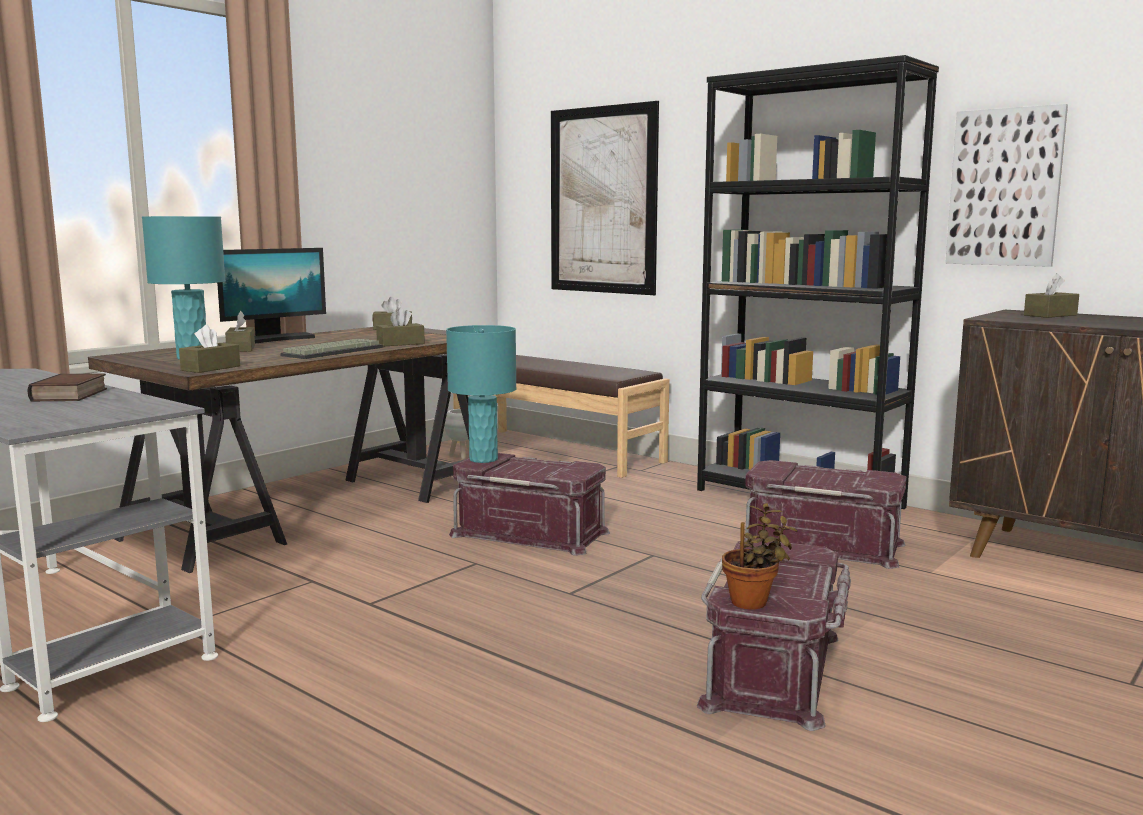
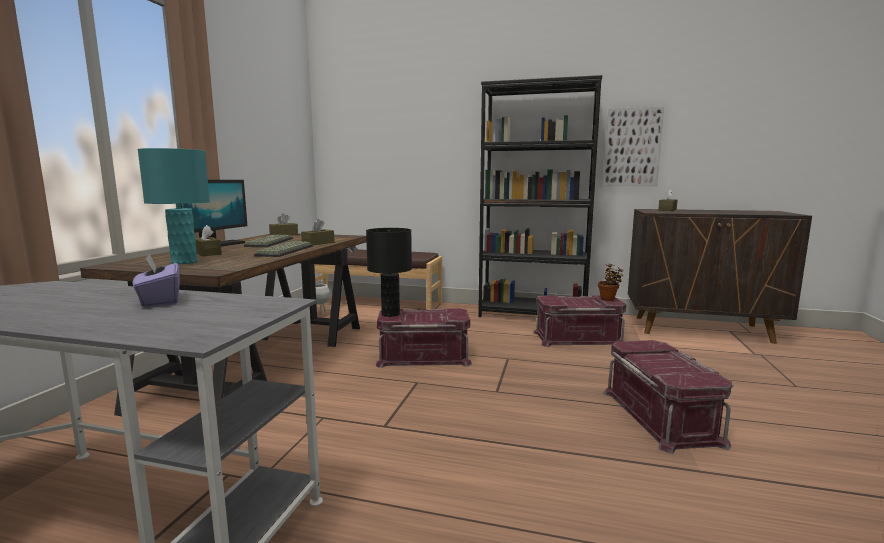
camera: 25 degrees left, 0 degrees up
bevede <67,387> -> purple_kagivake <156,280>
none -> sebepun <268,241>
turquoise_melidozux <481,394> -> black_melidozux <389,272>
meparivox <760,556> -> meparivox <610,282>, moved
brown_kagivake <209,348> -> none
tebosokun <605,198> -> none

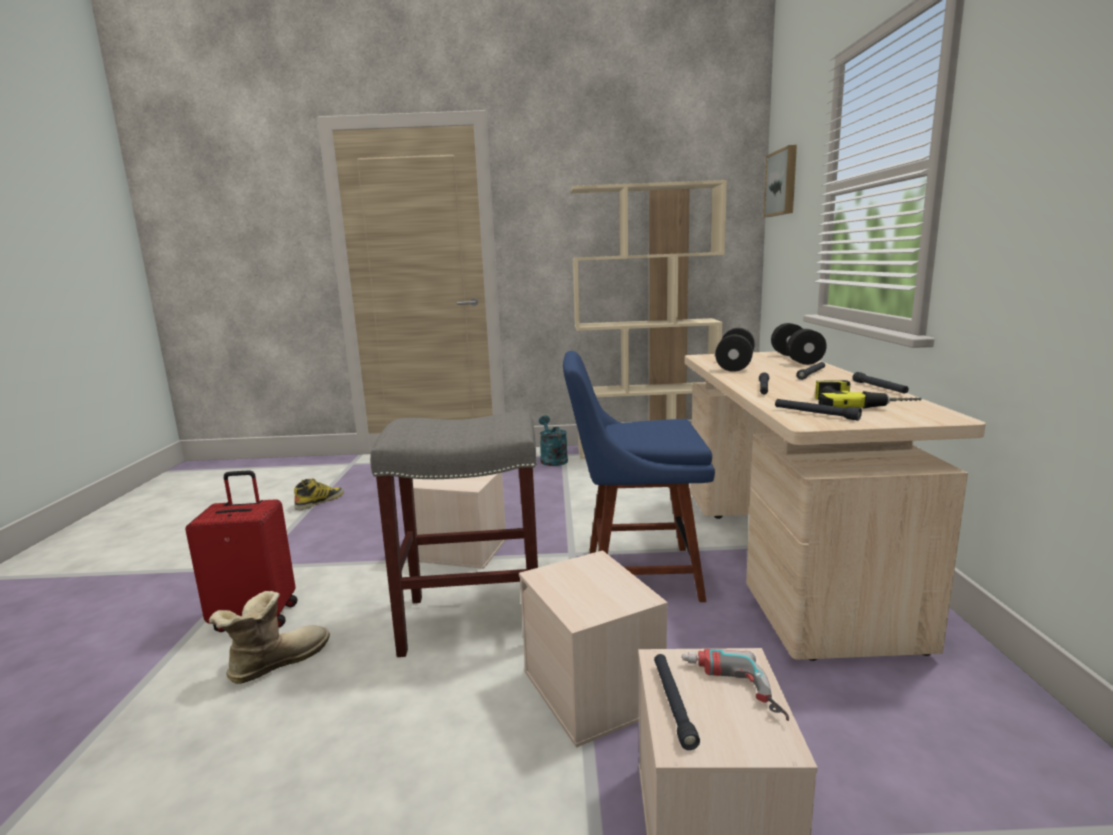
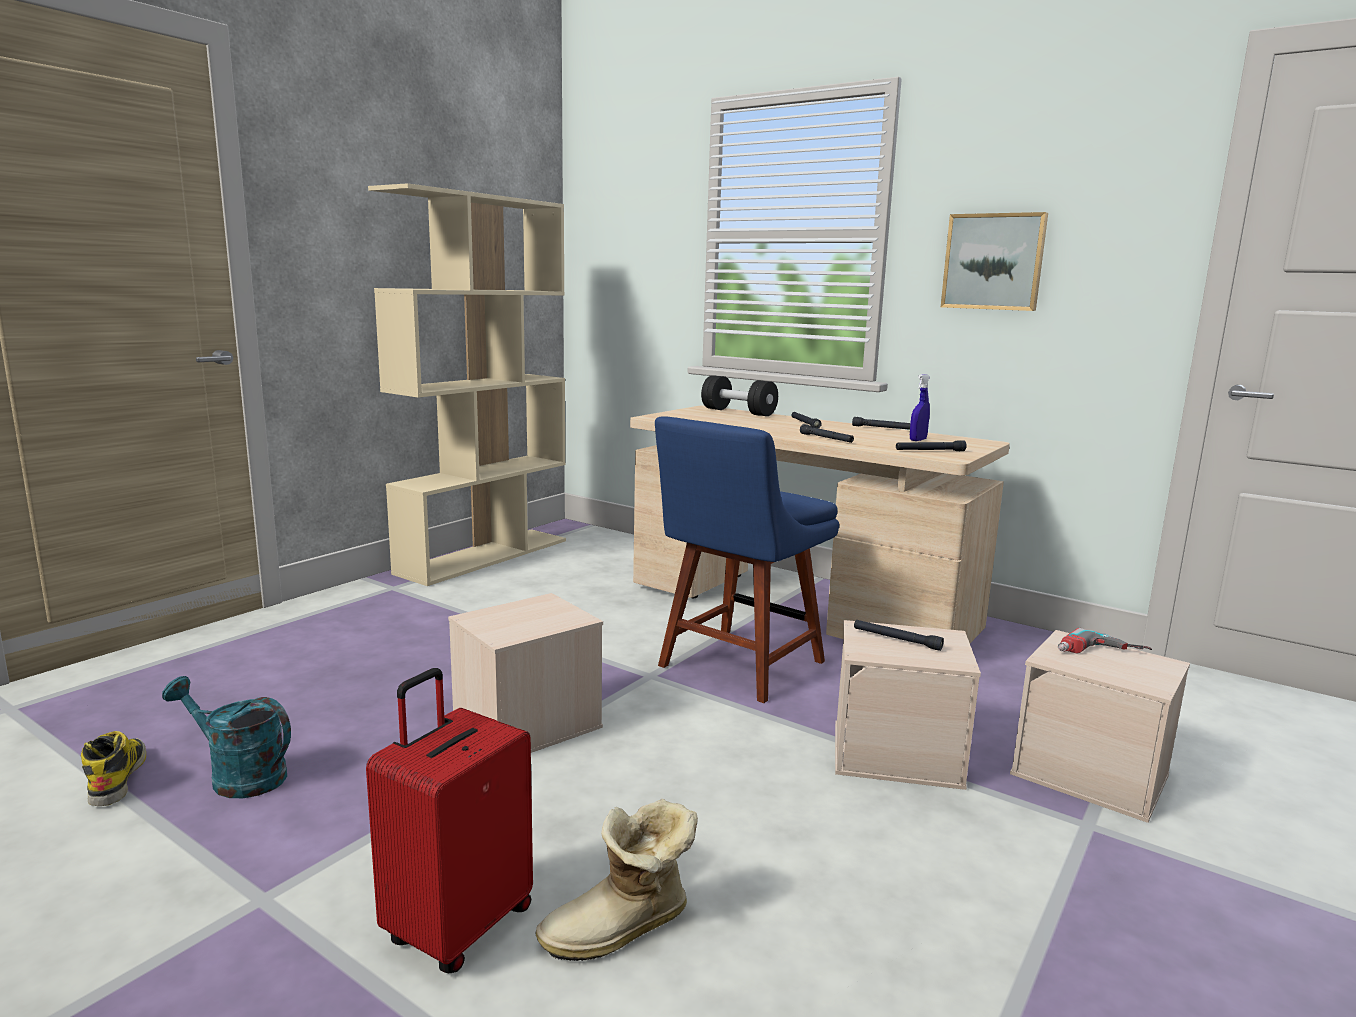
camera: 55 degrees left, 0 degrees up
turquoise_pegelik <553,440> -> turquoise_pegelik <226,737>, moved
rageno <269,637> -> rageno <617,880>, 105 degrees counterclockwise
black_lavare <677,702> -> black_lavare <899,635>, moved
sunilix <868,394> -> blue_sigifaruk <920,407>
tebosokun <780,181> -> tebosokun <994,261>, moved
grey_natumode <454,534> -> none
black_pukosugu <735,350> -> none

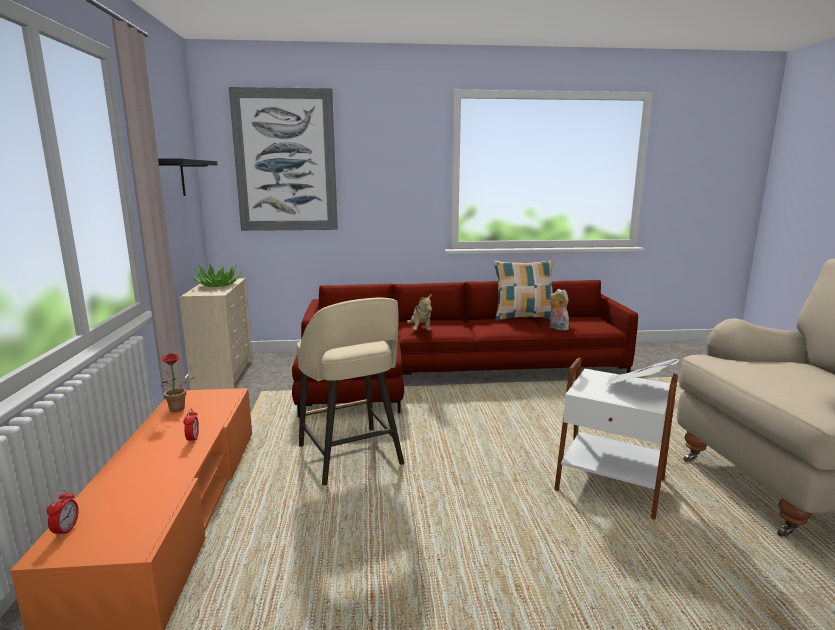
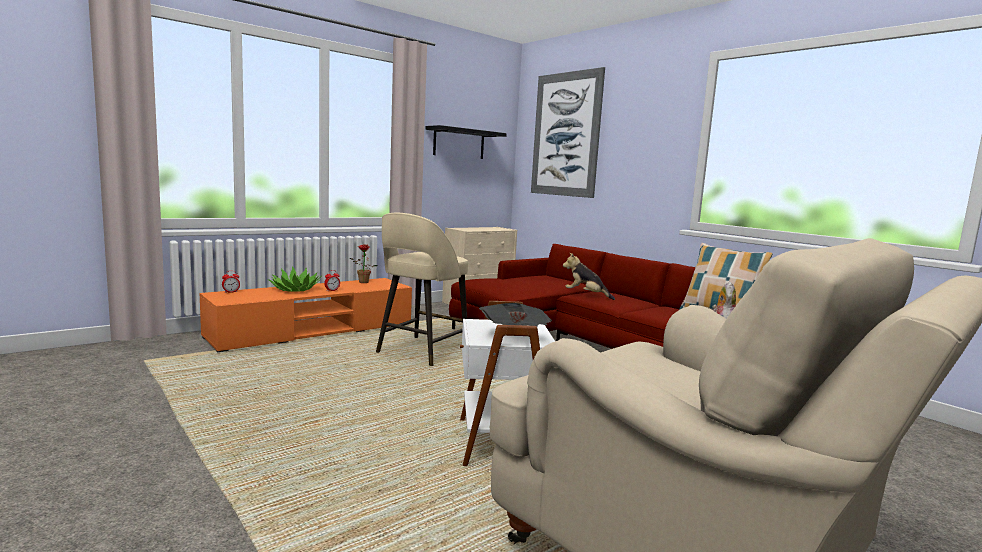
camera: 55 degrees right, 5 degrees down
meparivox <217,275> -> meparivox <295,279>, moved
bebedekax <419,312> -> bebedekax <589,276>, 75 degrees clockwise

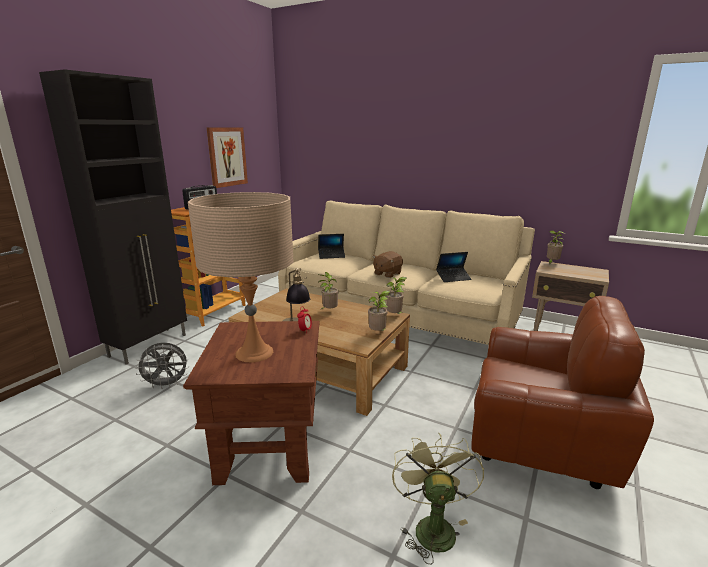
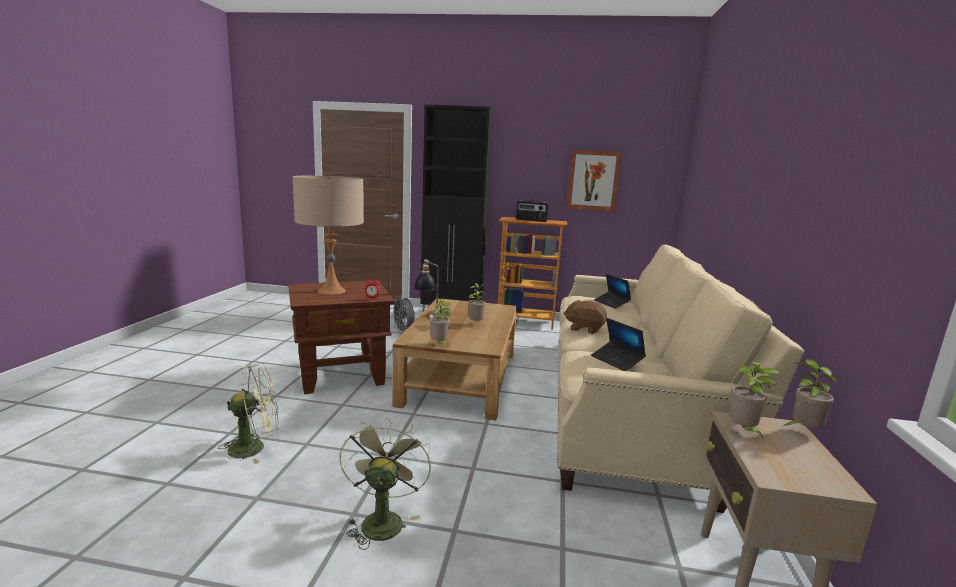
camera: 70 degrees right, 5 degrees down
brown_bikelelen <562,392> -> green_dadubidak <385,483>
meparivox <396,295> -> meparivox <754,399>, moved

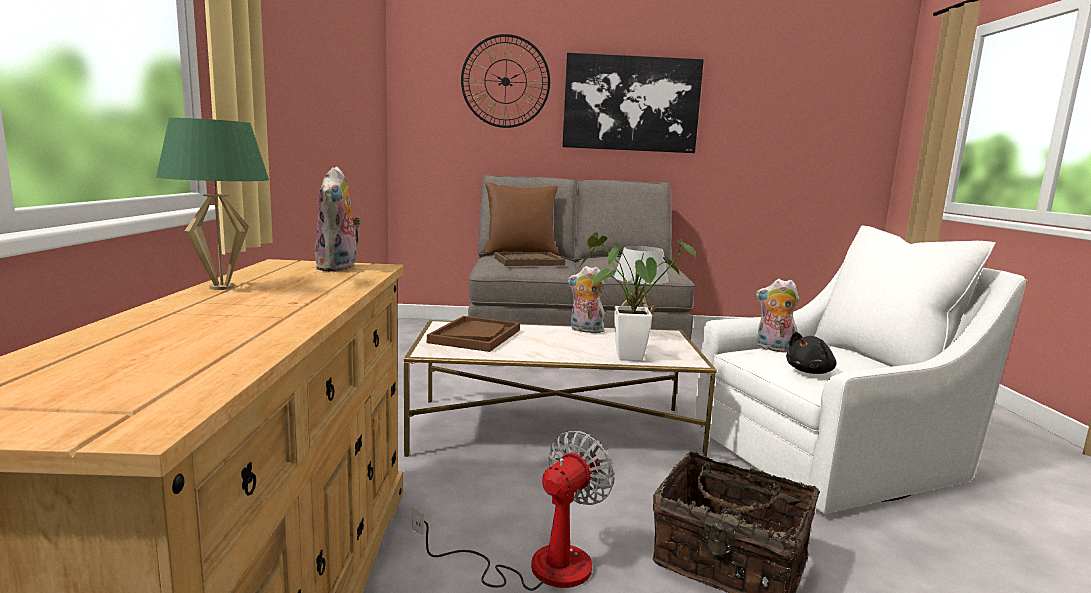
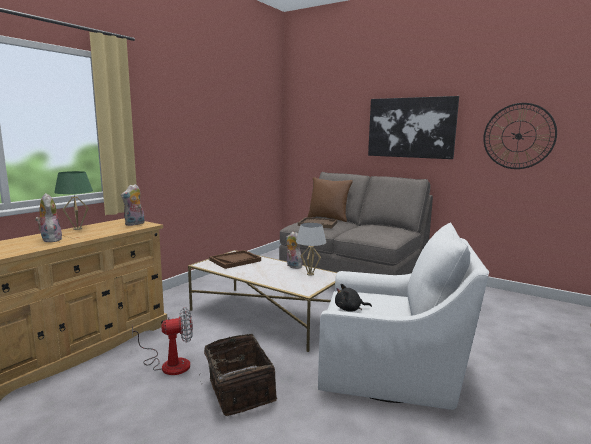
camera: 35 degrees right, 0 degrees up
bebedekax <777,316> -> bebedekax <49,217>, moved
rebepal <505,81> -> rebepal <520,136>, moved
meparivox <639,296> -> none

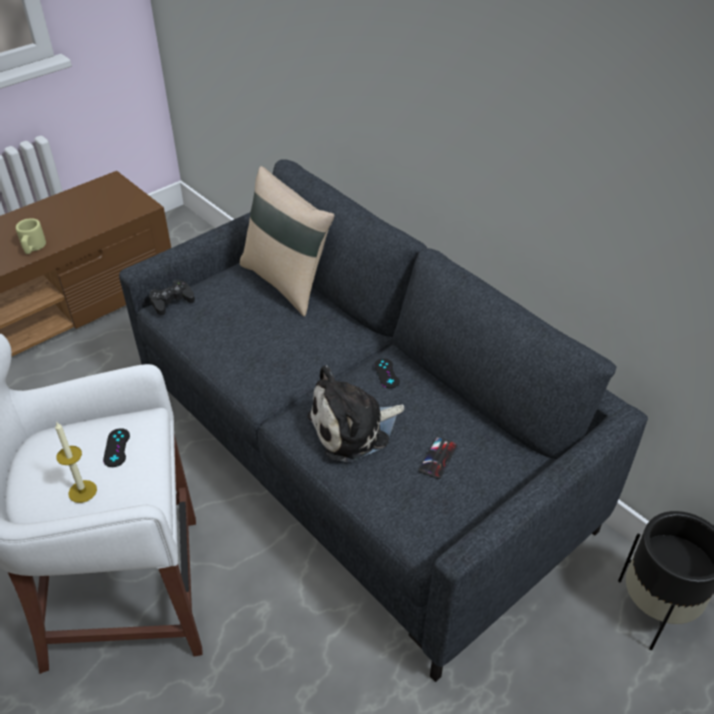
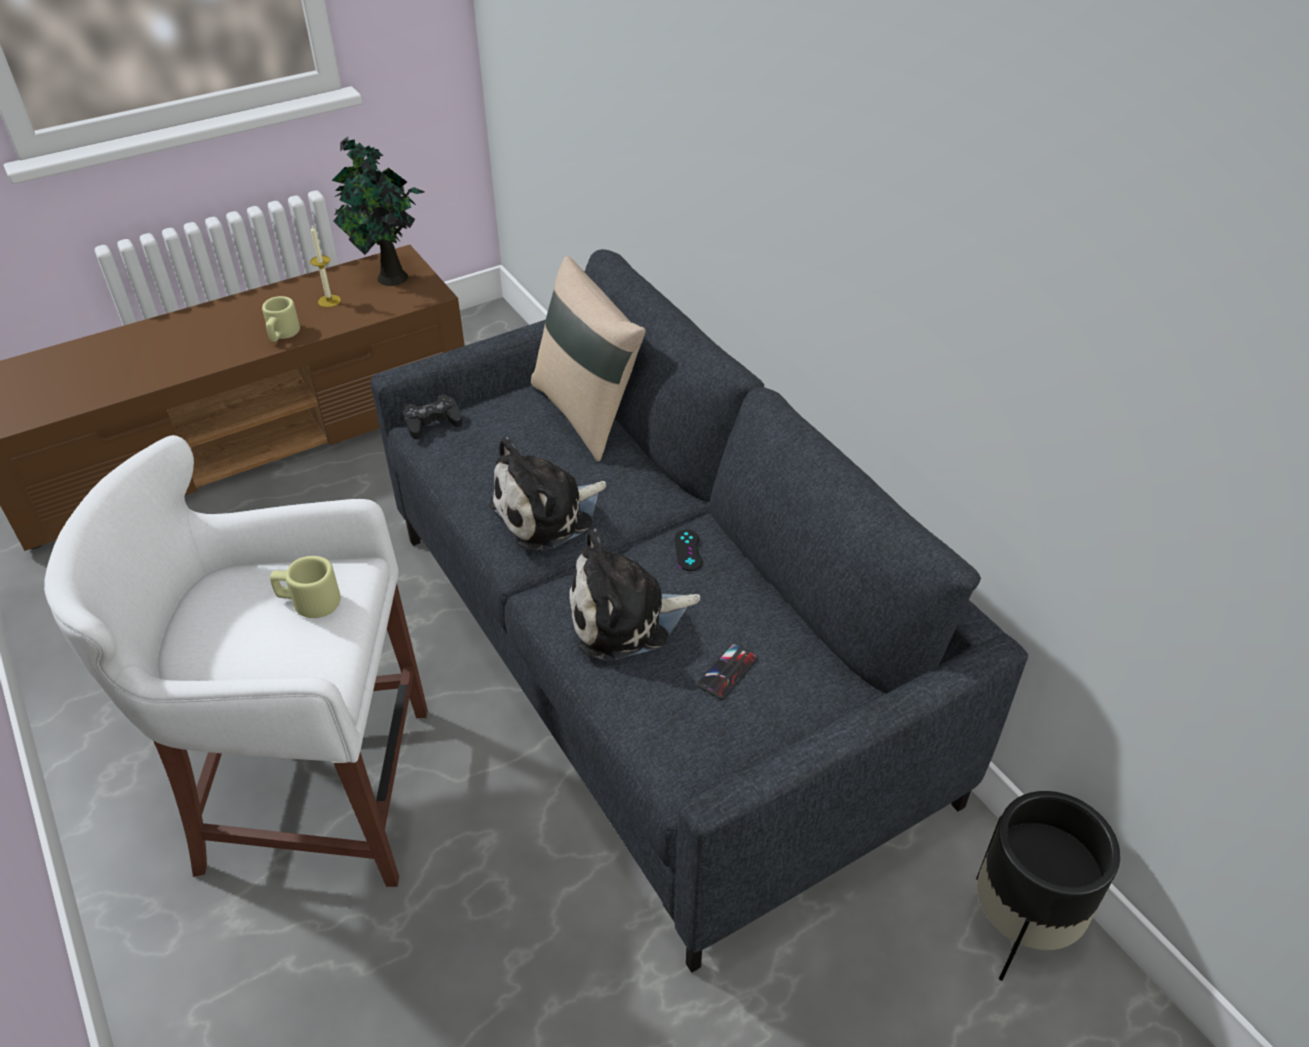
camera: 10 degrees right, 0 degrees up
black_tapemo <116,447> -> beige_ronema <305,587>
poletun <76,462> -> poletun <325,266>, moved
none -> meparivox <378,211>
none -> bebedekax <547,494>

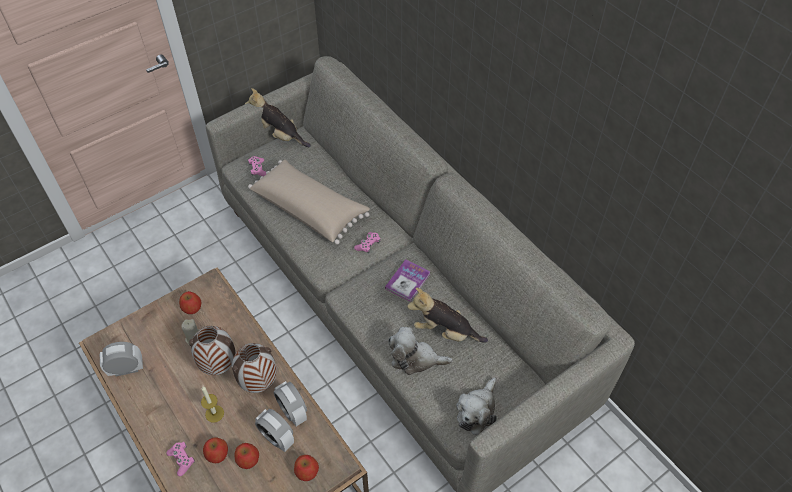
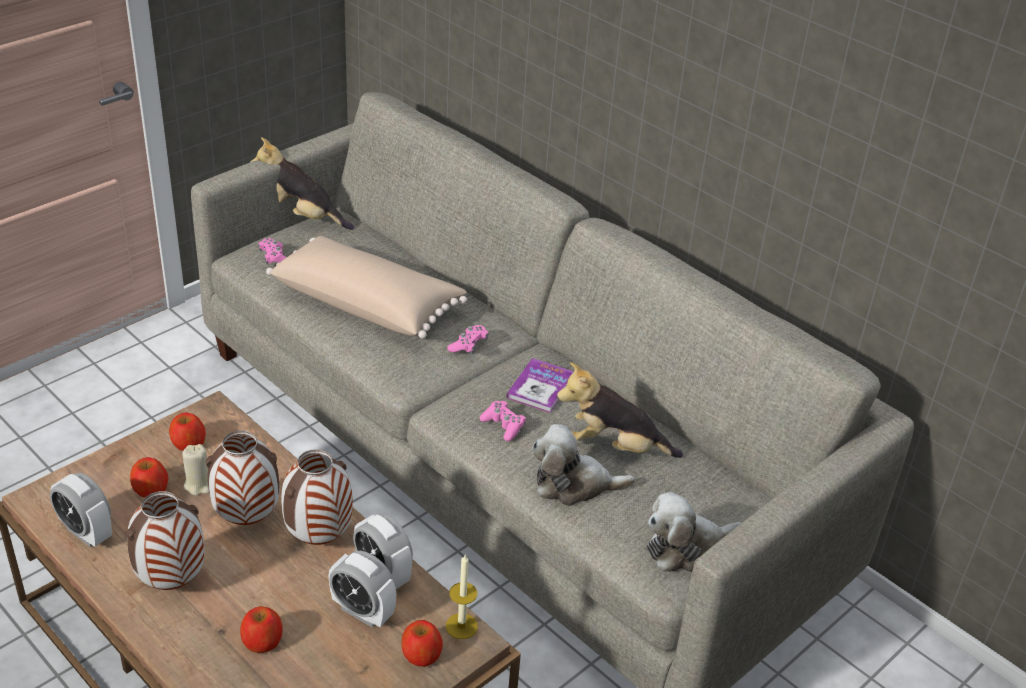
camera: 10 degrees left, 15 degrees down
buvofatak <121,359> -> buvofatak <81,510>, 120 degrees counterclockwise
none -> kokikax <165,540>
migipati <247,456> -> migipati <149,477>, moved
poletun <212,404> -> poletun <462,597>, moved
pink_tapemo <180,459> -> pink_tapemo <503,421>, moved
bebedekax <476,406> -> bebedekax <693,532>, 45 degrees clockwise

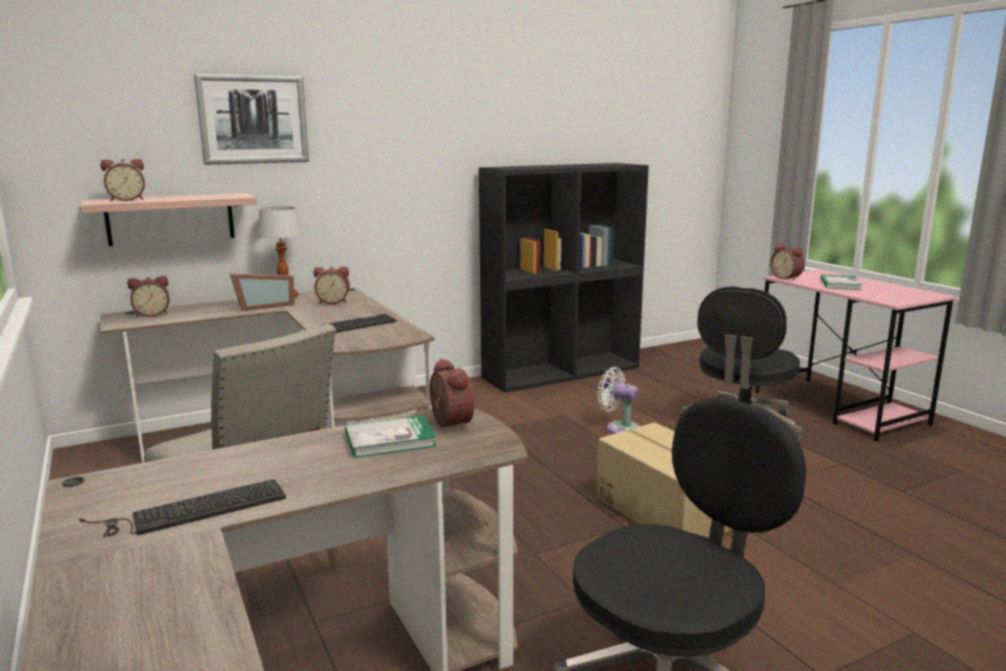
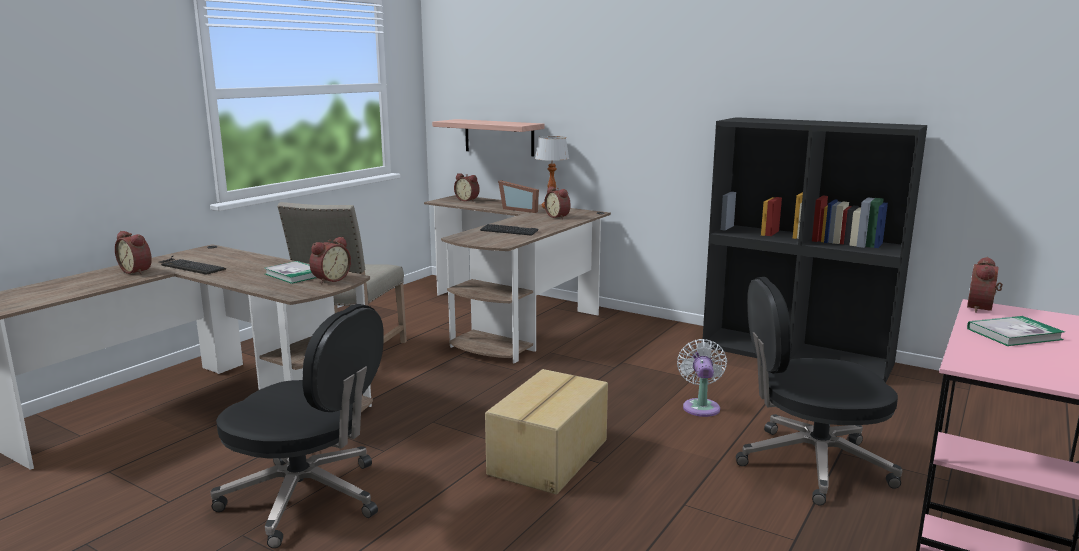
camera: 60 degrees right, 0 degrees up
buvofatak <123,180> -> buvofatak <133,253>, moved
tebosokun <251,119> -> none

